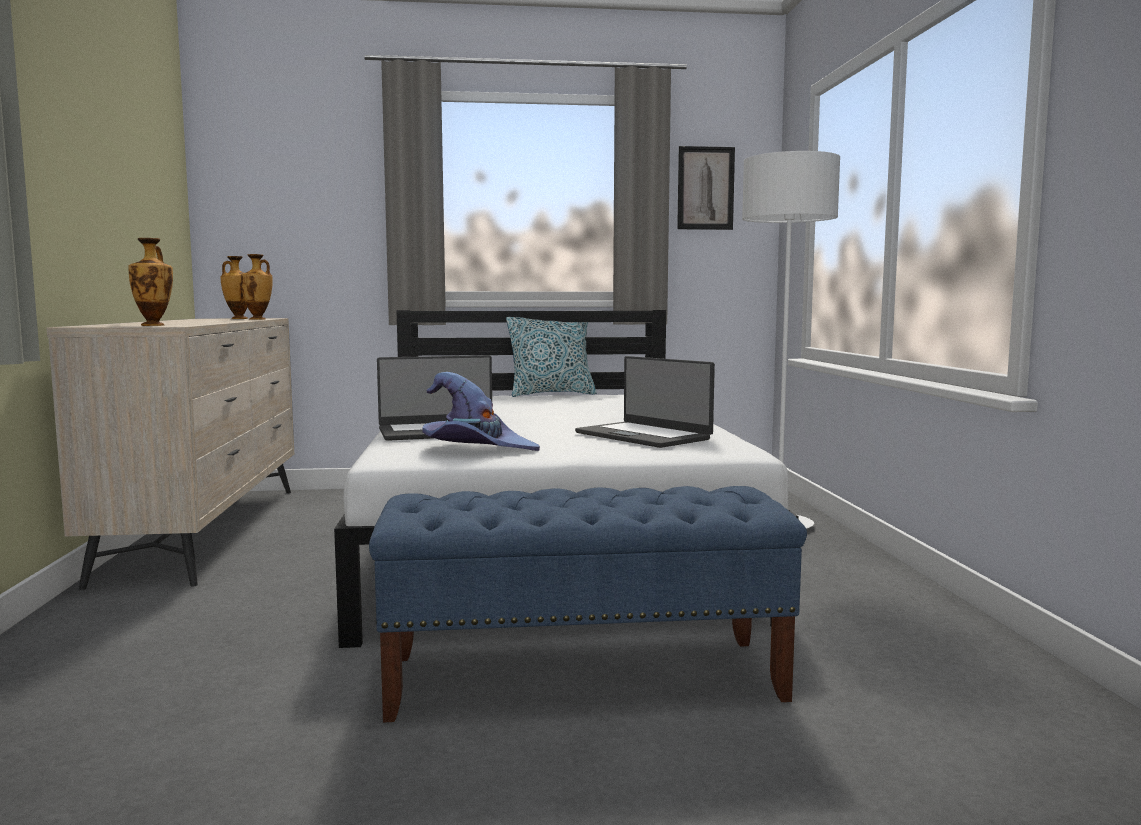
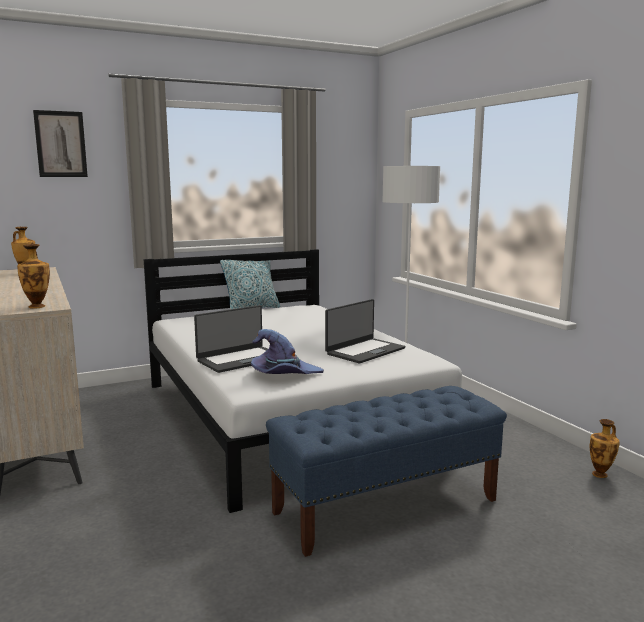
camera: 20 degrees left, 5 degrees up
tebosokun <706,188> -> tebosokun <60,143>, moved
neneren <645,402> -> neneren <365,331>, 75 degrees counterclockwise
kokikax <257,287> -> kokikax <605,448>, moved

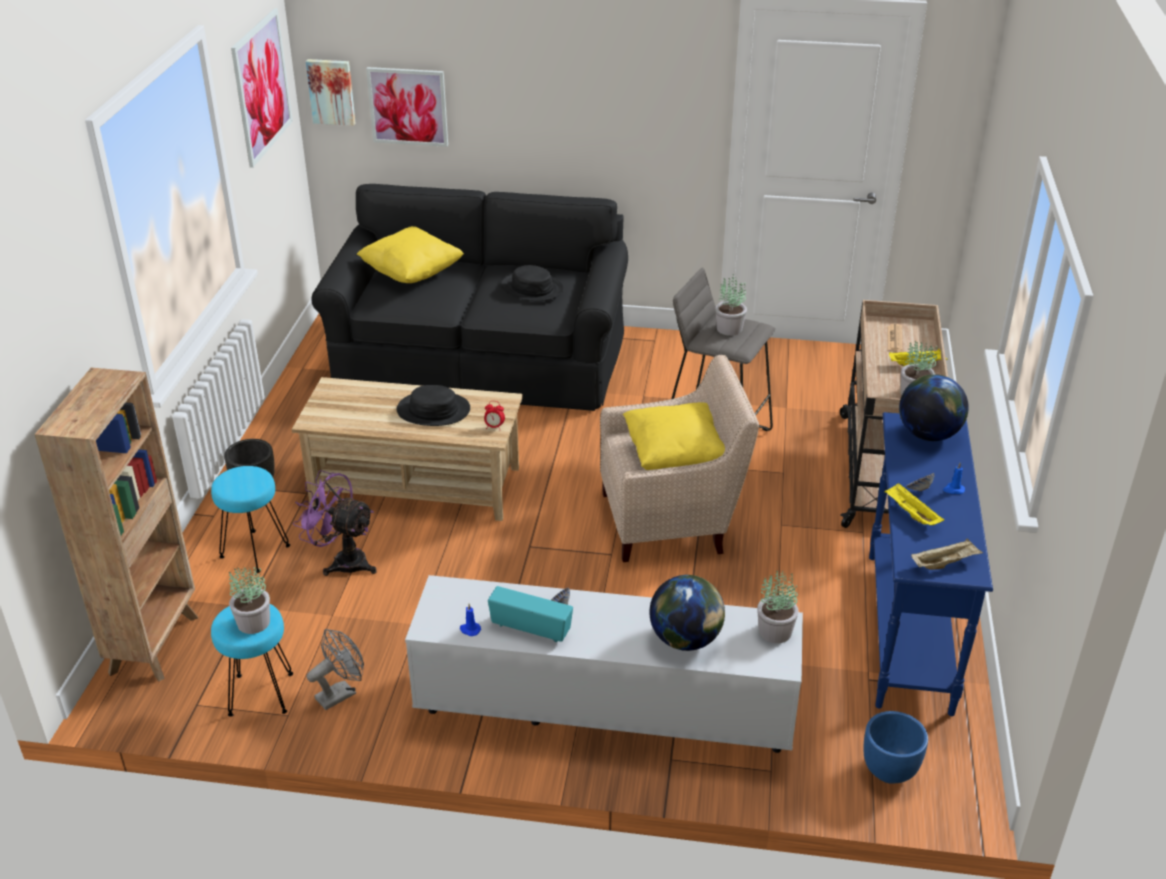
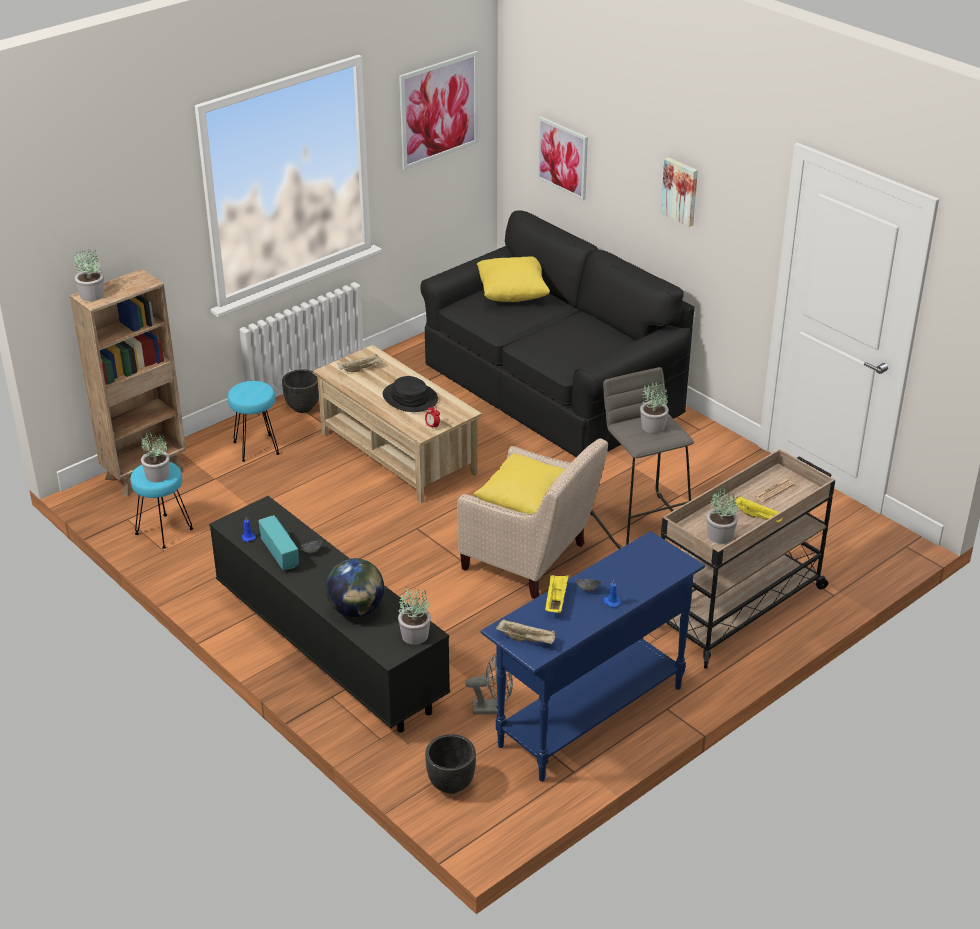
camera: 40 degrees right, 0 degrees up
none -> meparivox <89,275>
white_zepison <604,664> -> black_zepison <329,614>
none -> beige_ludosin <360,363>
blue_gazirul <896,747> -> black_gazirul <450,764>
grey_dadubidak <335,669> -> grey_dadubidak <489,683>, moved
tebosokun <331,92> -> tebosokun <679,192>, moved
purple_dadubidak <335,523> -> none
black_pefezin <532,283> -> none
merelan <934,407> -> none

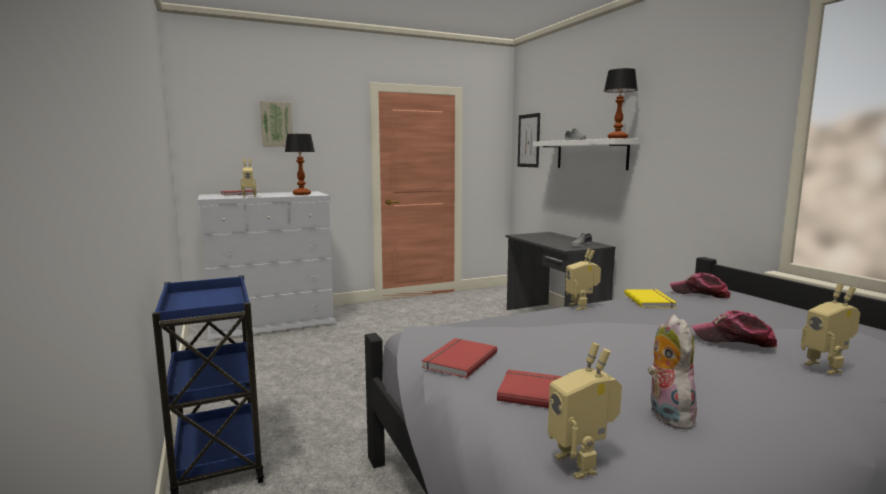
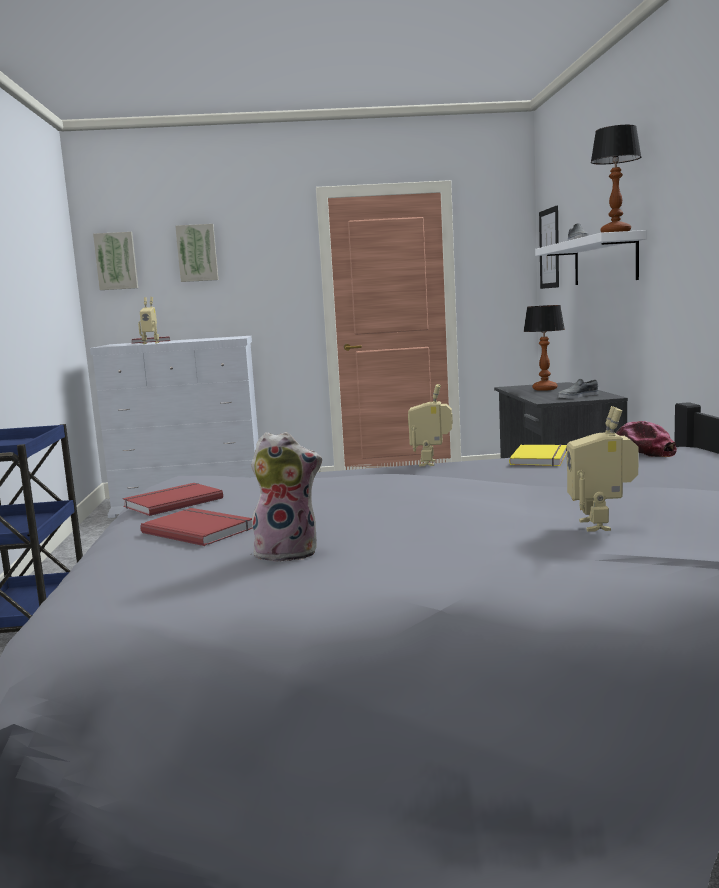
camera: 20 degrees right, 0 degrees up
none -> tebosokun <115,261>
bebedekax <672,372> -> bebedekax <286,497>, 75 degrees clockwise
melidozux <300,164> -> melidozux <544,348>, moved
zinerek <585,410> -> none
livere <734,328> -> none

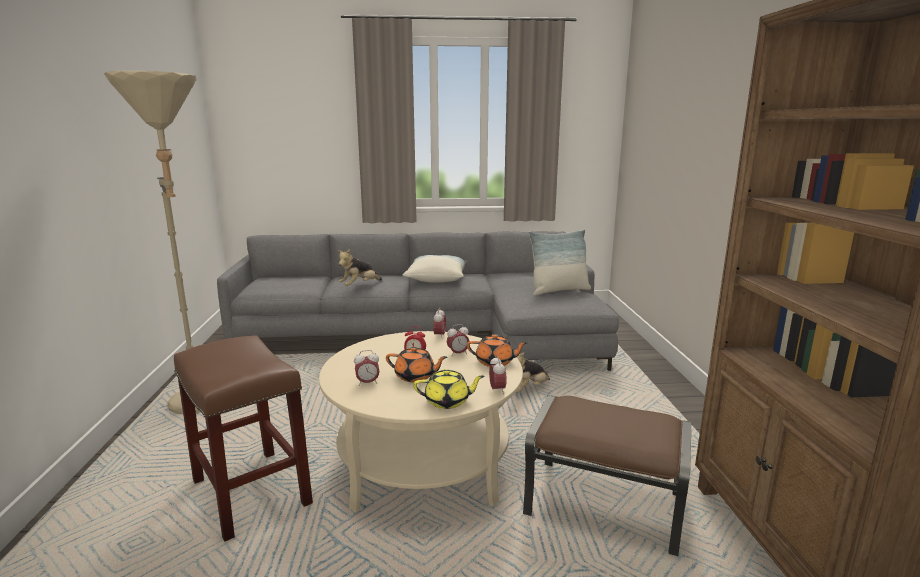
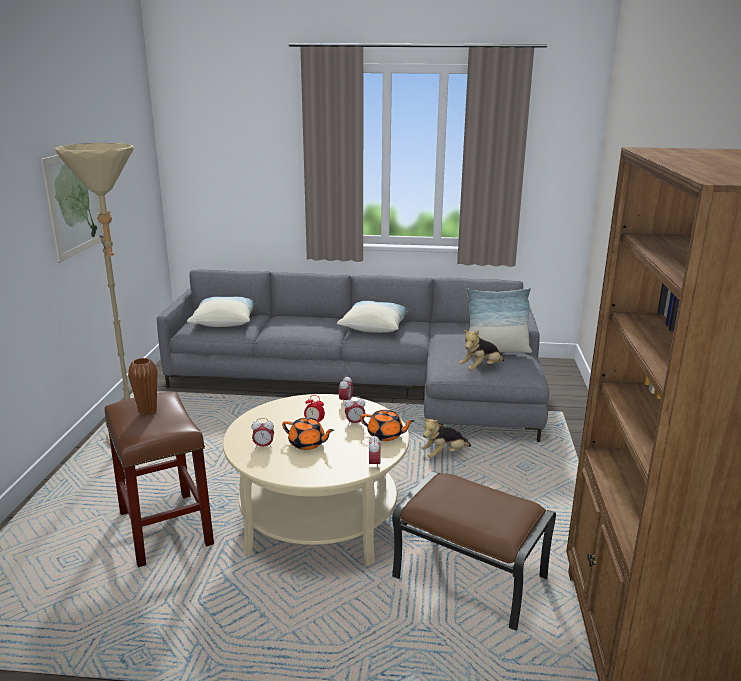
camera: 10 degrees right, 5 degrees up
none -> tebosokun <72,209>
none -> brown_kokikax <142,386>
none -> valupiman <222,312>
bebedekax <359,267> -> bebedekax <481,350>, moved
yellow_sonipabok <449,389> -> none

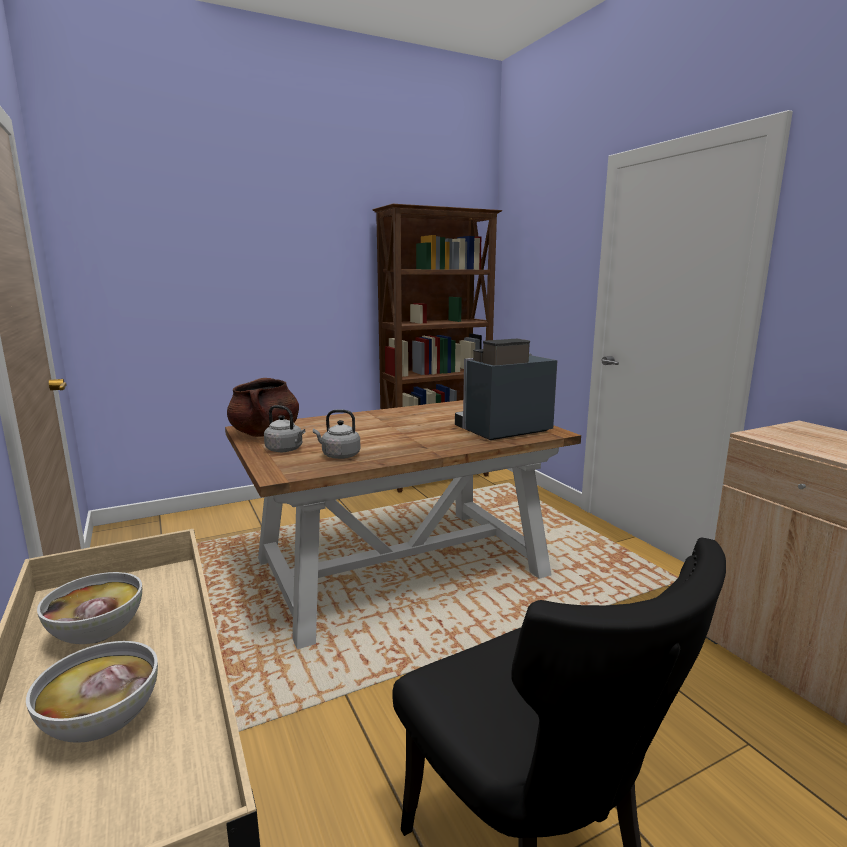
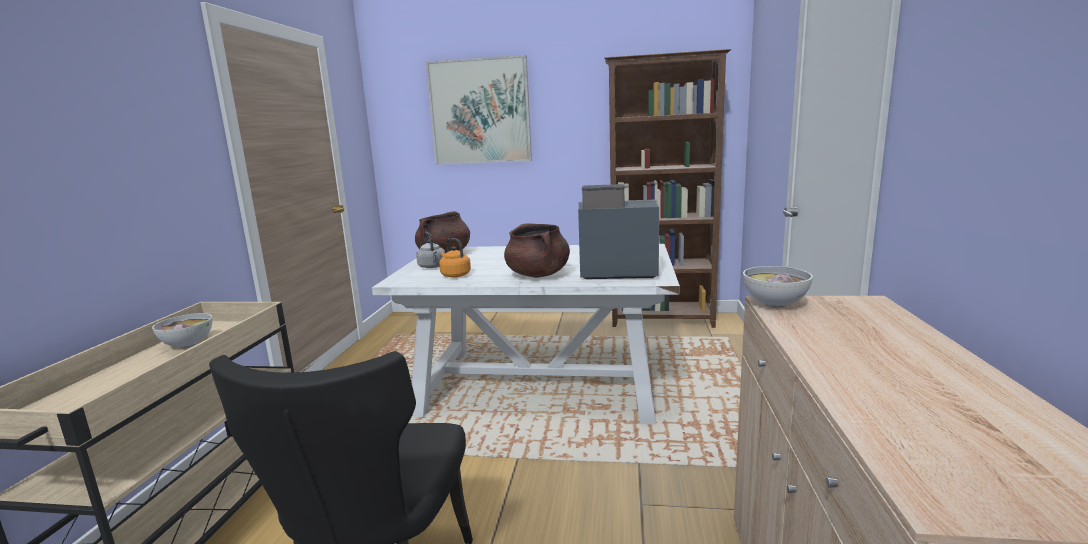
camera: 35 degrees right, 0 degrees up
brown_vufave <403,524> -> white_vufave <526,334>
none -> tebosokun <479,110>
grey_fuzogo <337,434> -> orange_fuzogo <455,258>
none -> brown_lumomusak <537,250>
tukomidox <92,691> -> tukomidox <778,287>, moved

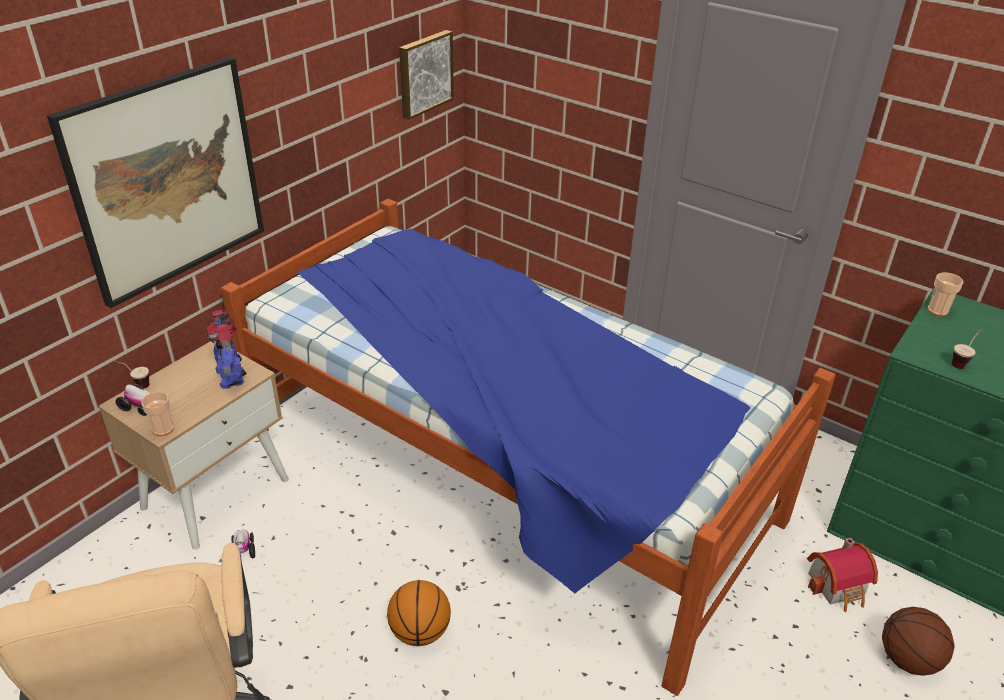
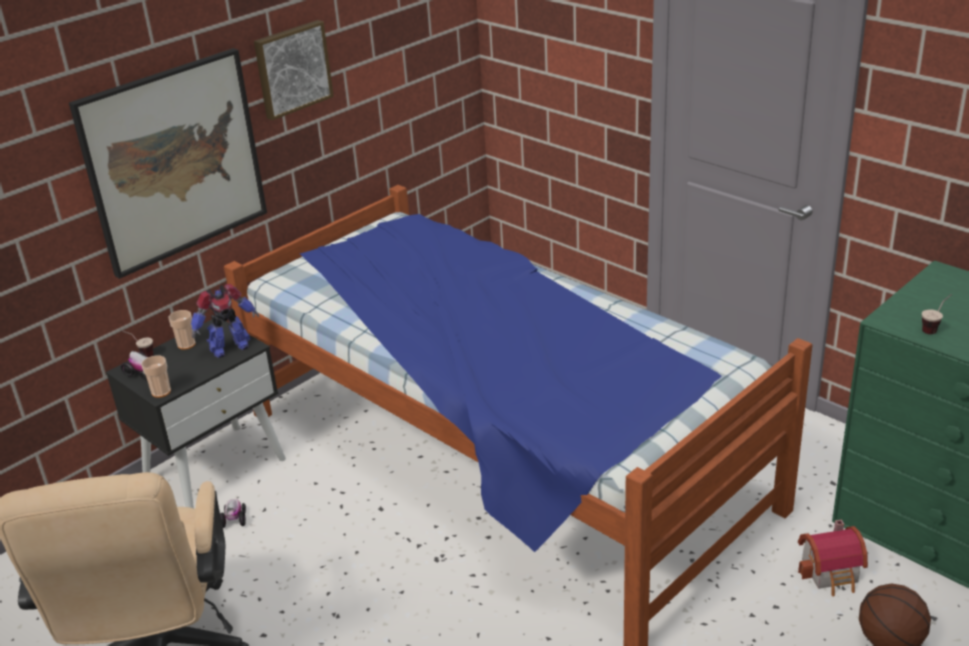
camera: 10 degrees right, 5 degrees down
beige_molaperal <194,445> -> black_molaperal <196,413>
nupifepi <945,294> -> nupifepi <182,330>, moved
zinerek <226,349> -> zinerek <225,321>, 105 degrees counterclockwise
tebosokun <426,75> -> tebosokun <294,70>, moved
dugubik <419,613> -> none

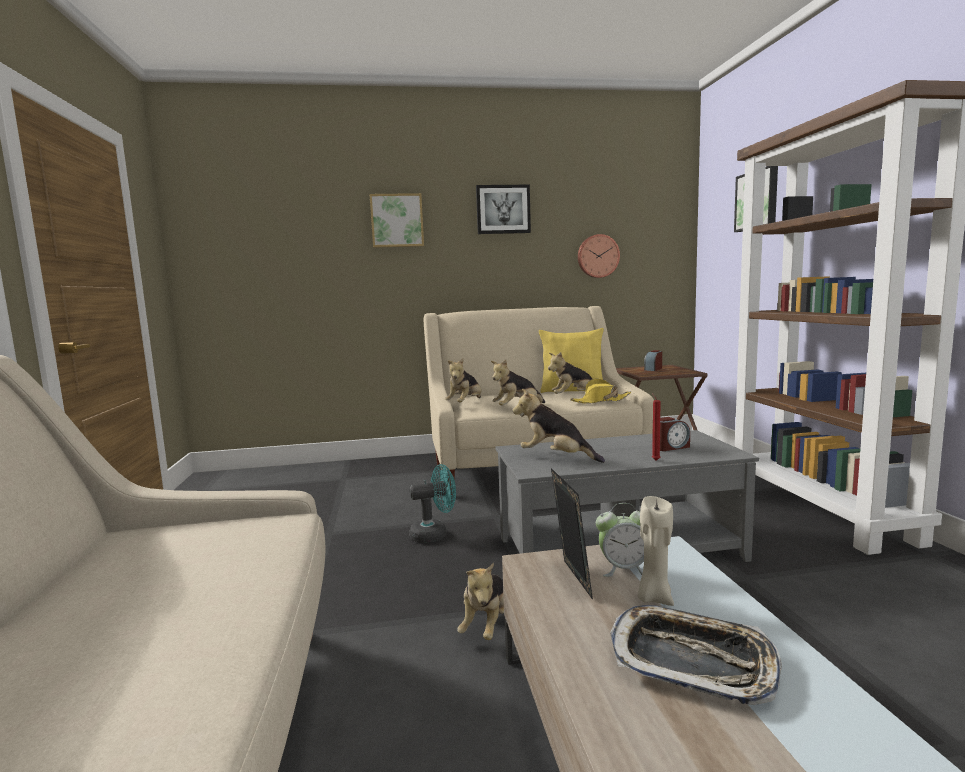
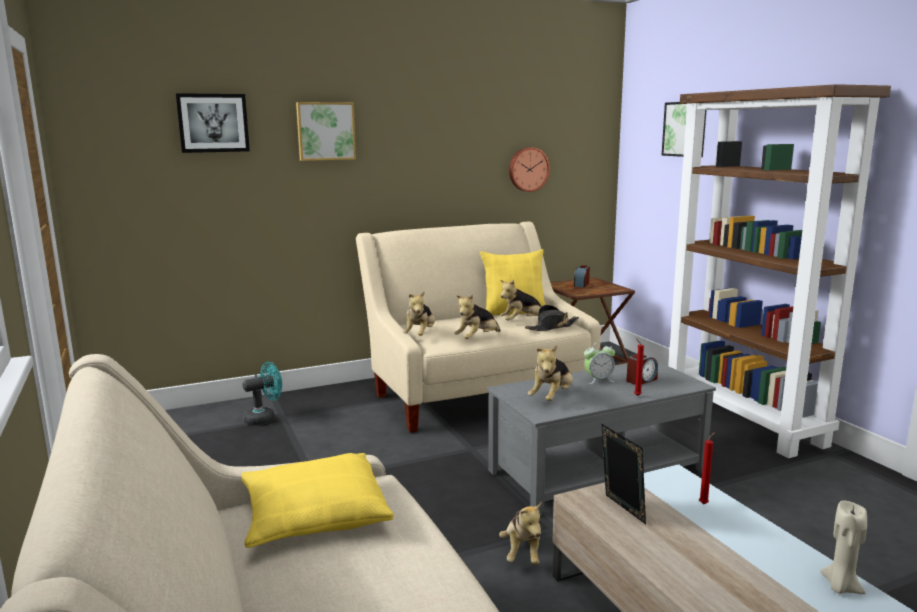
camera: 15 degrees left, 5 degrees up
tebosokun <503,209> -> tebosokun <213,123>, moved
none -> yellow_valupiman <317,500>
turquoise_dadubidak <432,503> -> turquoise_dadubidak <262,393>, moved
yellow_pefezin <600,391> -> black_pefezin <552,318>
bebedekax <559,426> -> bebedekax <550,373>, 75 degrees counterclockwise
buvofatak <620,540> -> buvofatak <599,363>, moved
none -> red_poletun <707,468>
beige_poletun <656,551> -> beige_poletun <844,547>, moved
ludosin <696,655> -> none

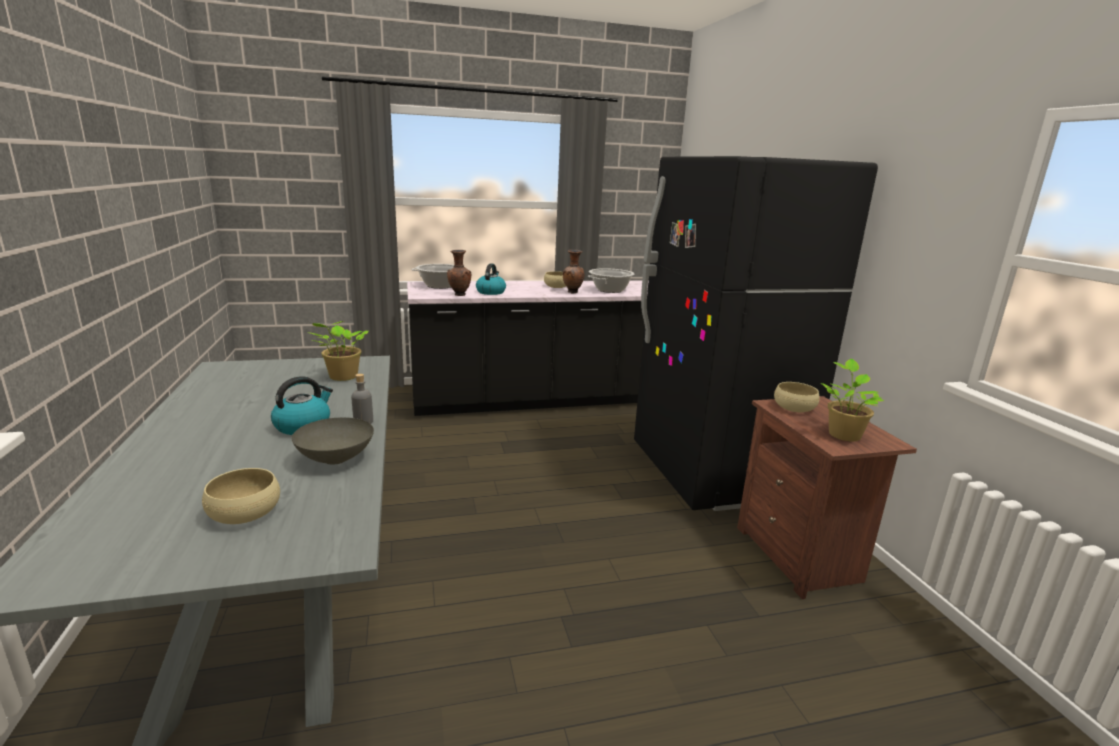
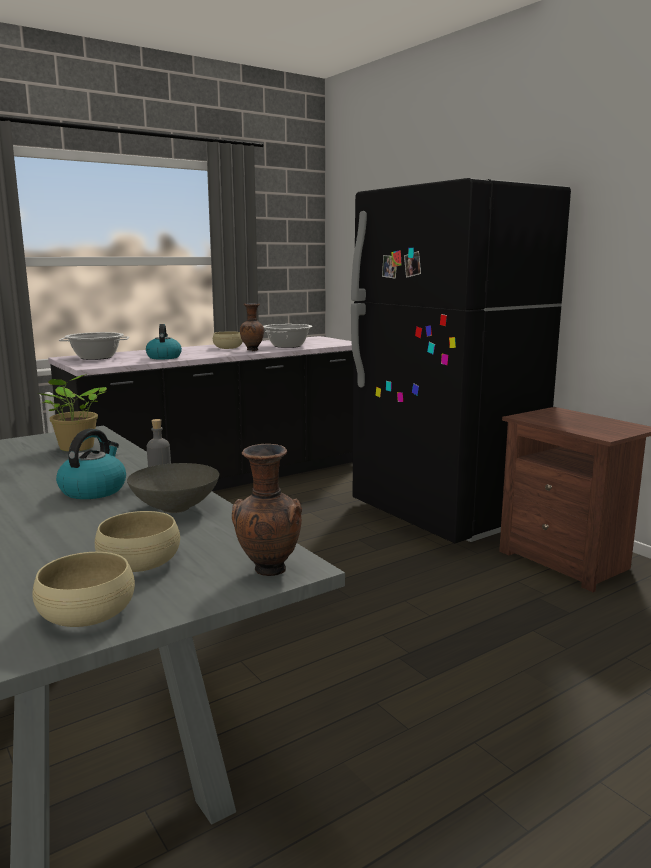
camera: 20 degrees left, 5 degrees down
beige_tukomidox <797,397> -> beige_tukomidox <84,589>, moved
brown_kokikax <459,273> -> brown_kokikax <267,510>, moved
meparivox <853,400> -> none

